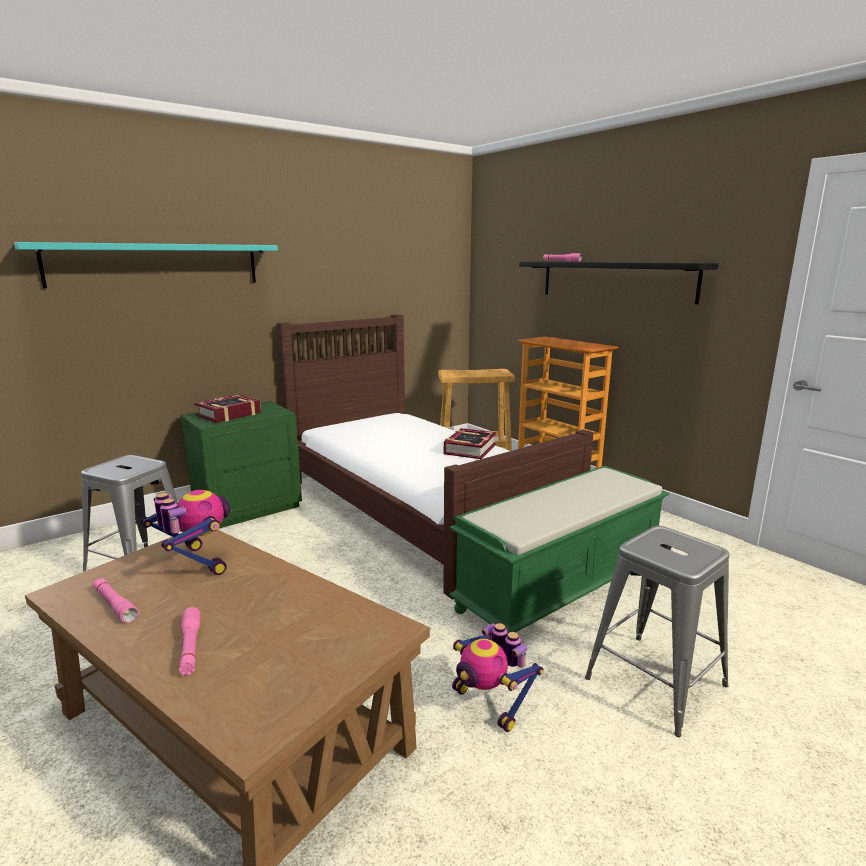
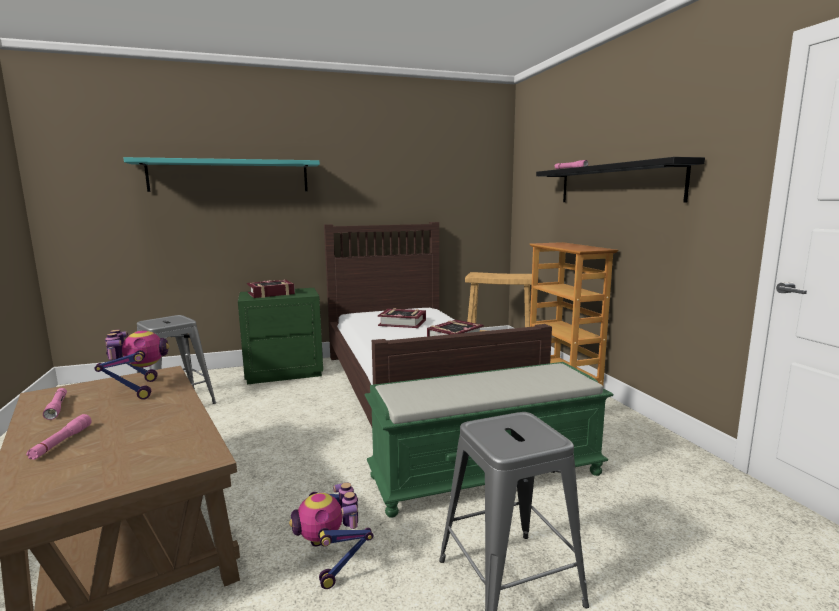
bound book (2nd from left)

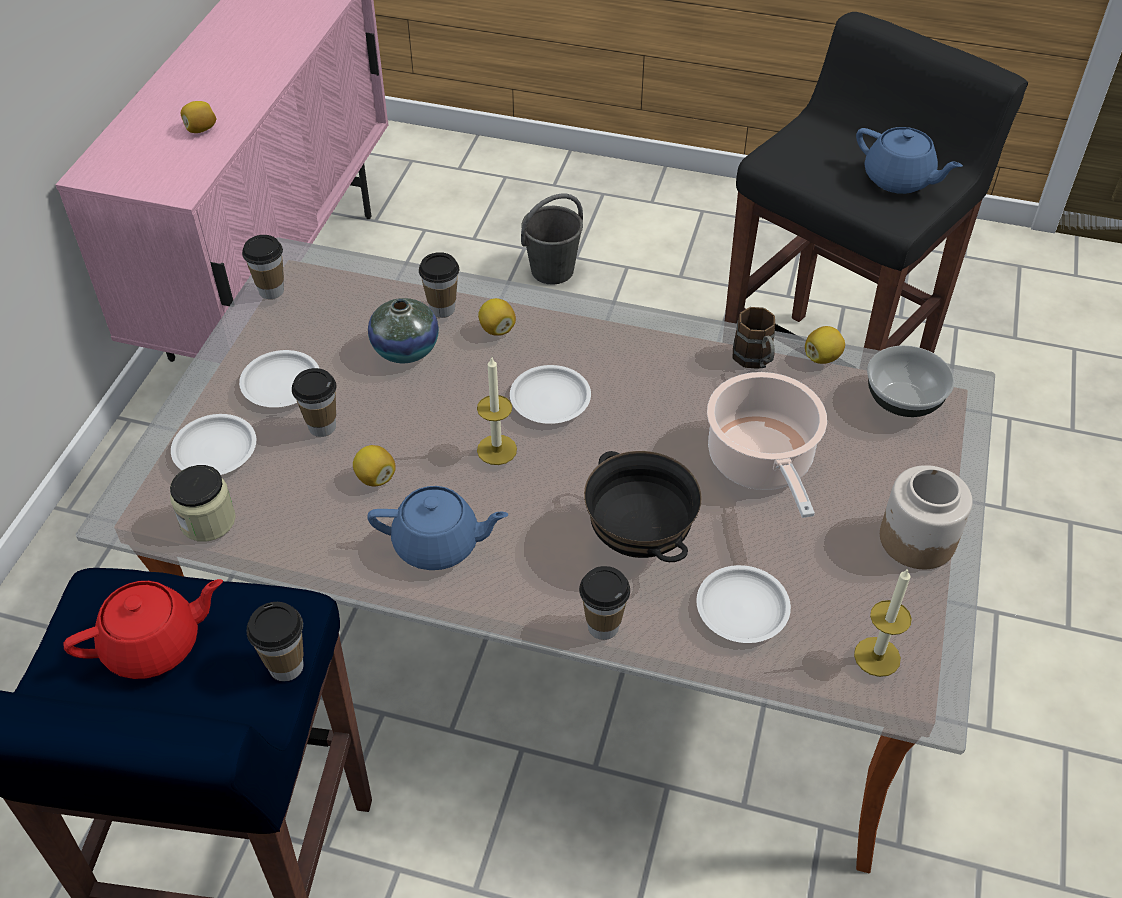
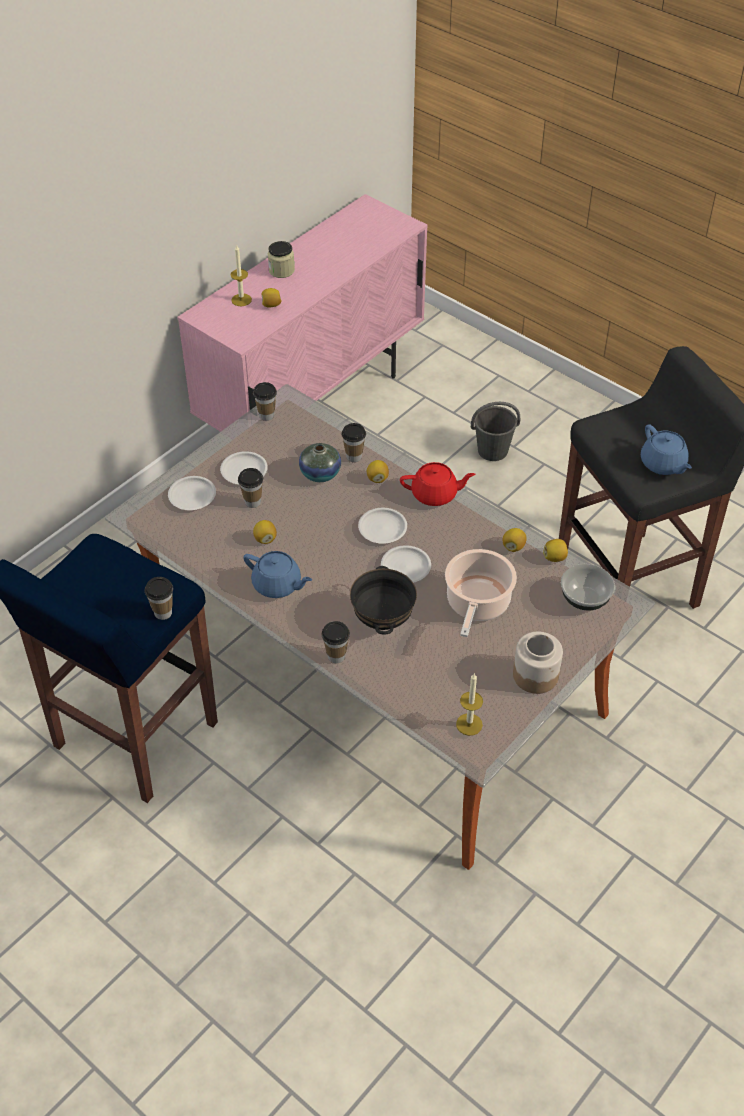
pot for tea/reddish
storage jar (1st from left)
wax light (1st from left)
plate/whitish (4th from left)
citrus fruit (4th from left)

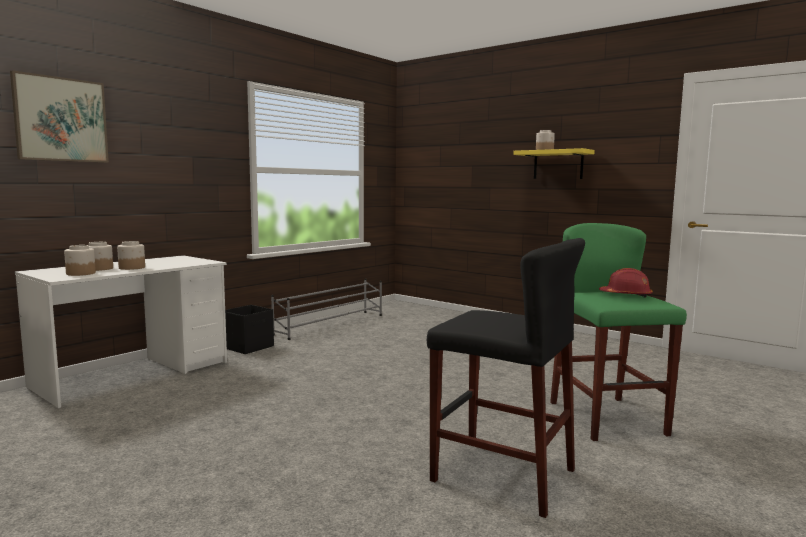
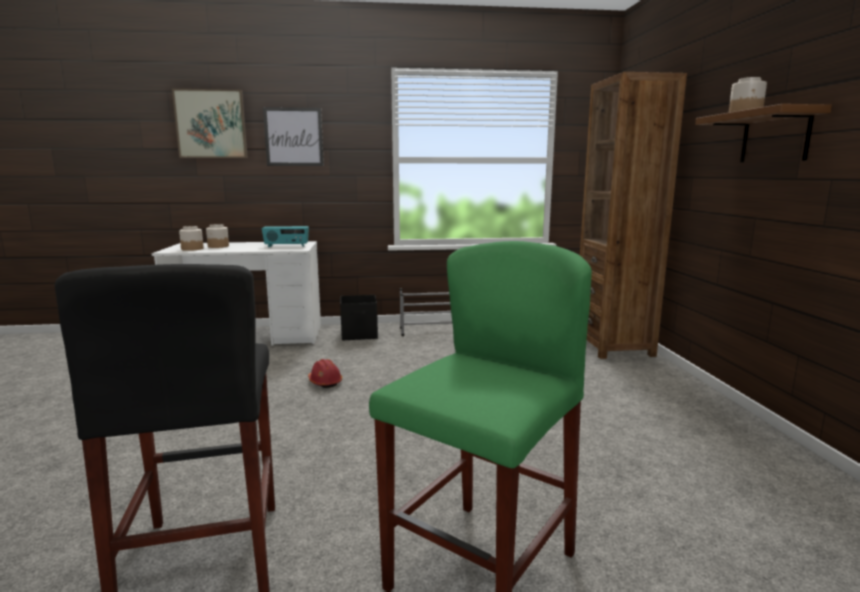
storage jar (3rd from left in the first image)
radio set
picture (2nd from left)
bookshelf/brown
hard hat/reddish
wall shelf/brown

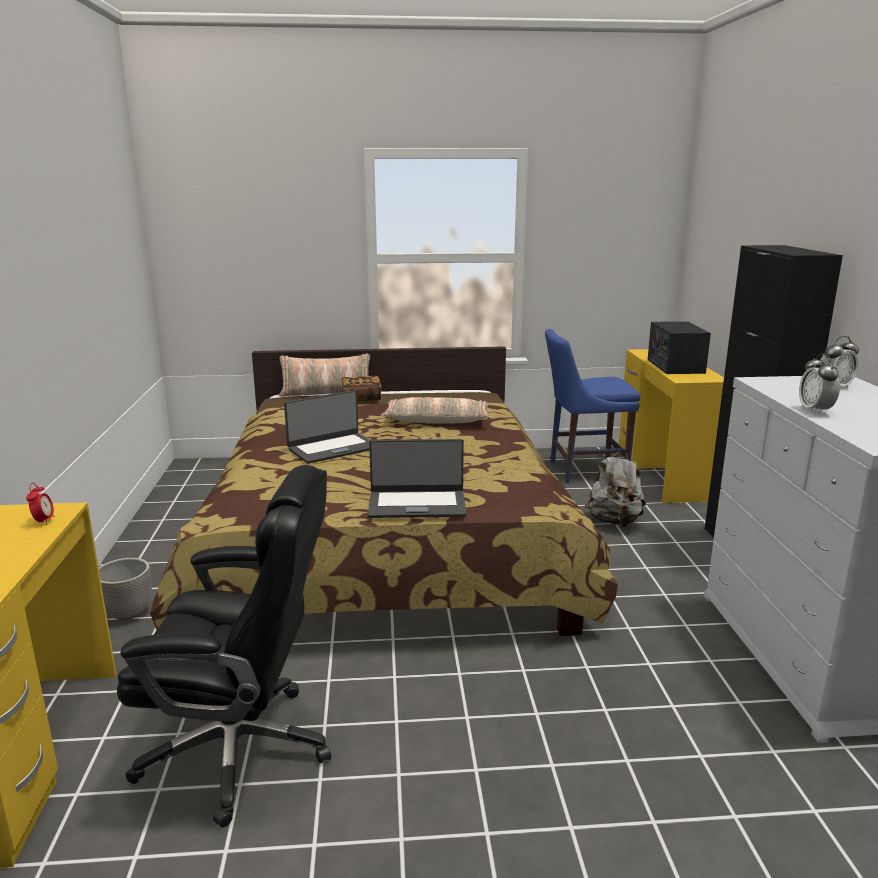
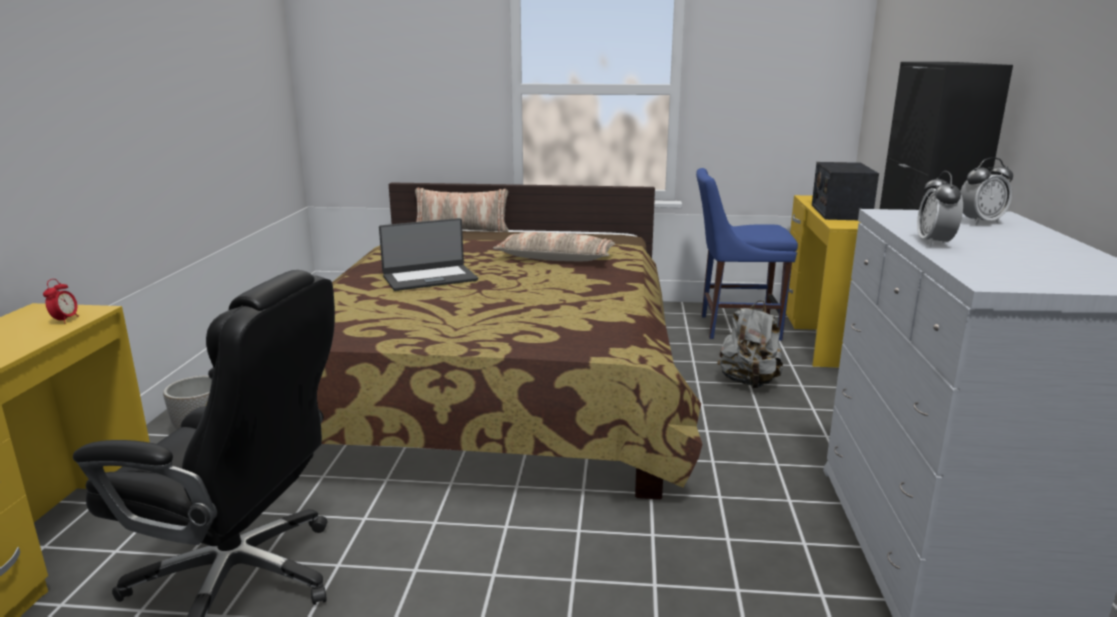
bound book
notebook computer (2nd from left in the first image)

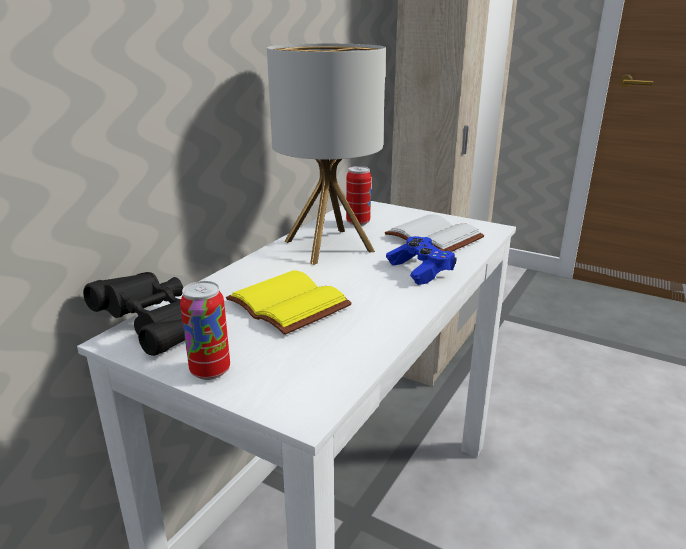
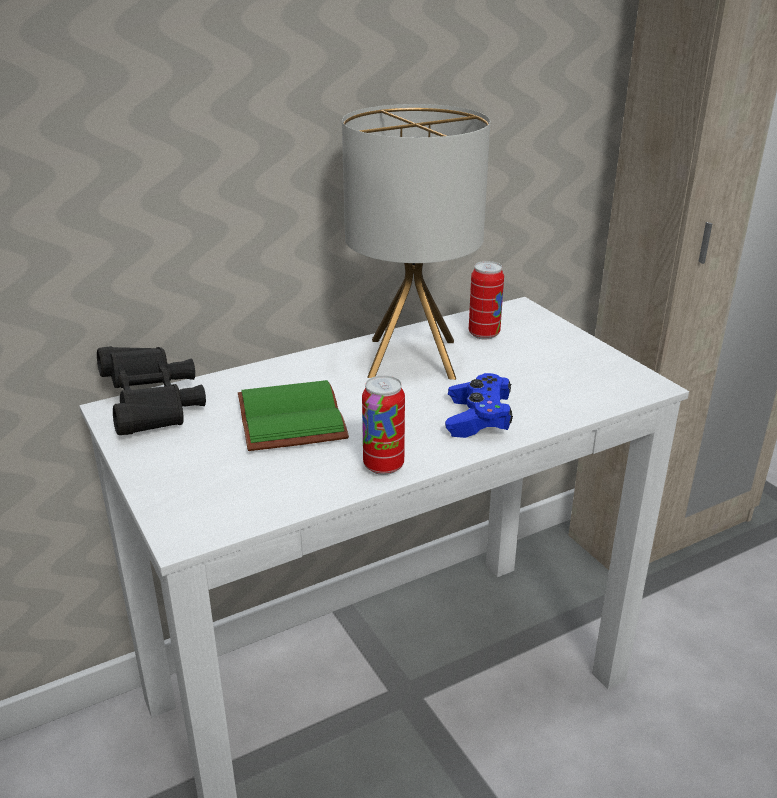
bound book/whitish
metal can (1st from left)
bound book/green-coloured

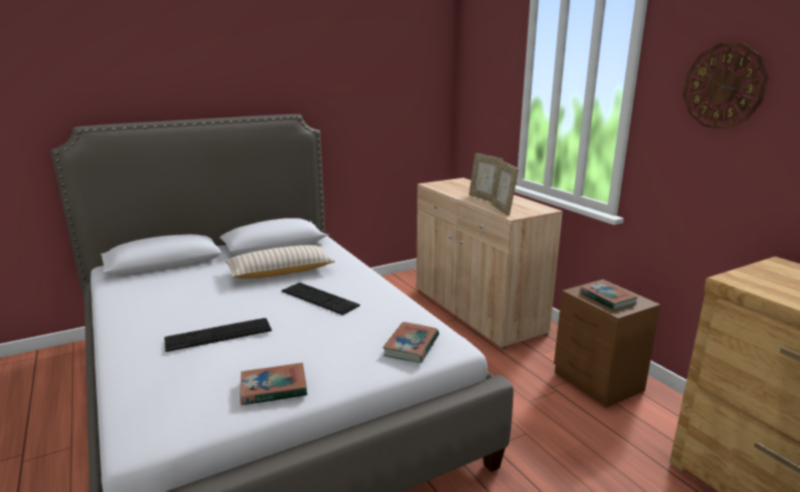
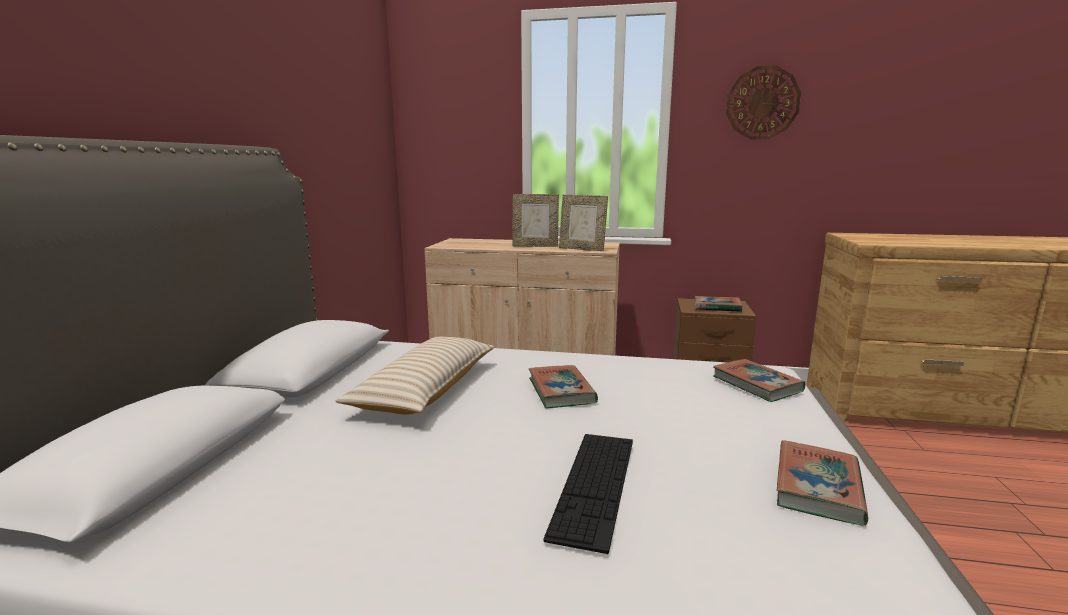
bound book (1st from left)

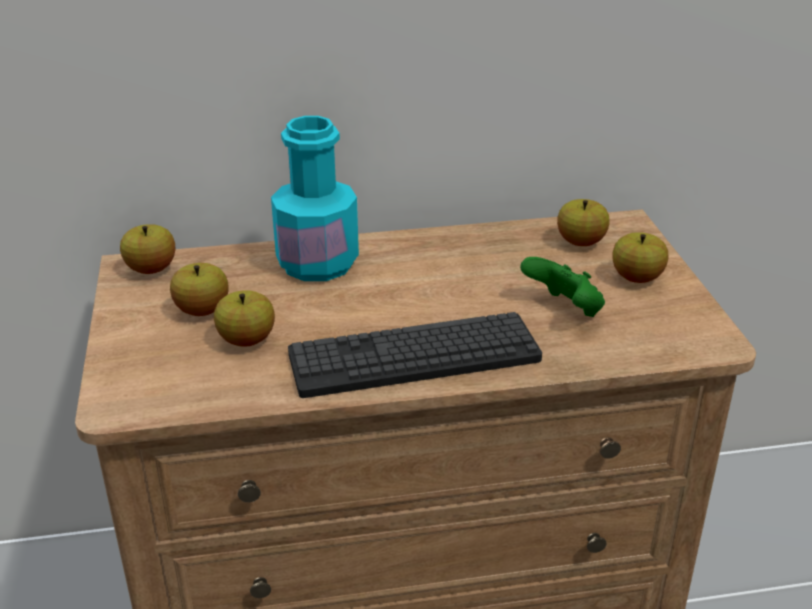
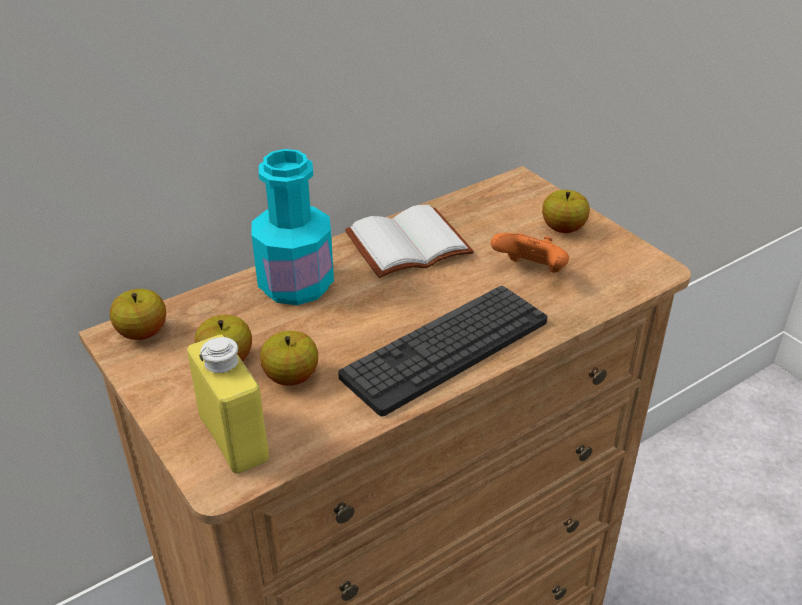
whole apple (4th from left in the first image)
bottle/yellow-coloured
bound book/whitish
gamepad/orange-coloured

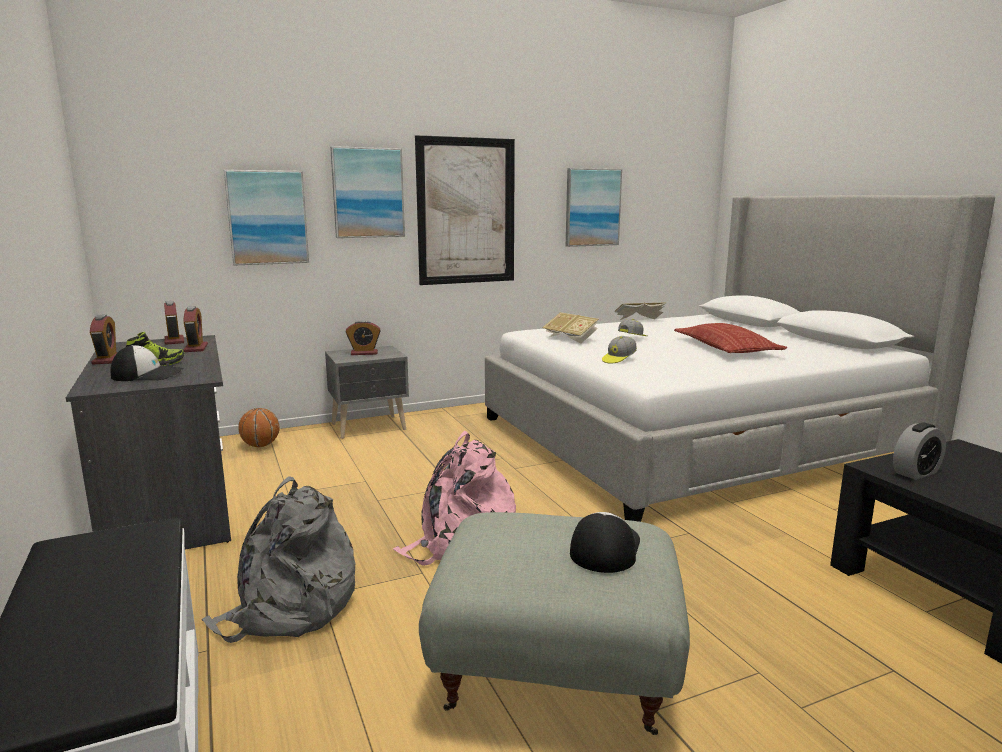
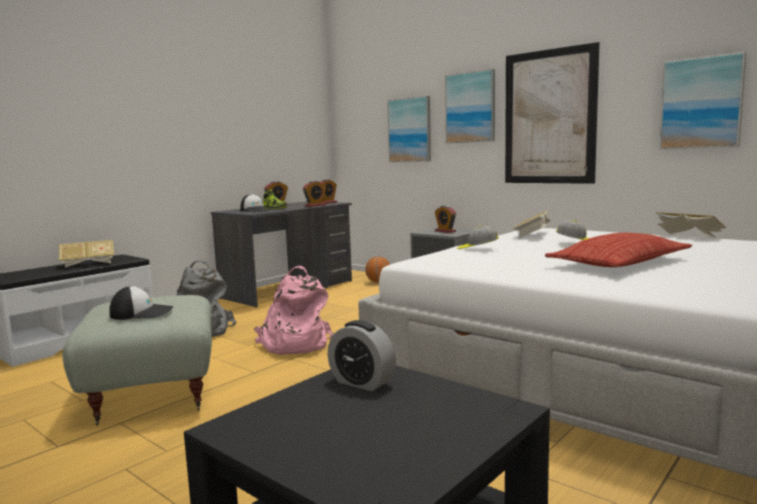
bound book (1st from left)

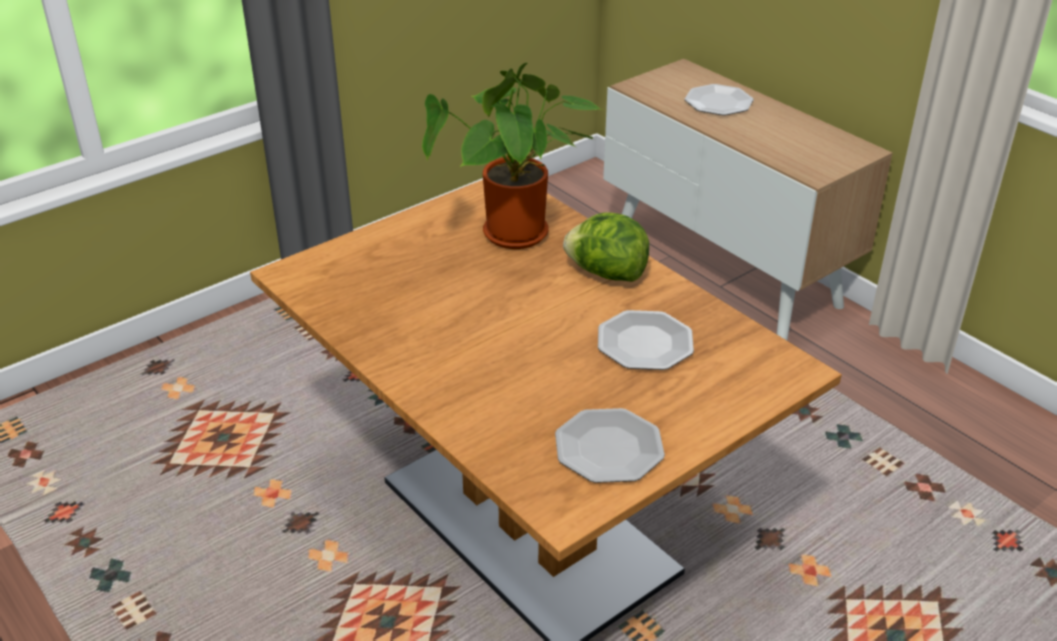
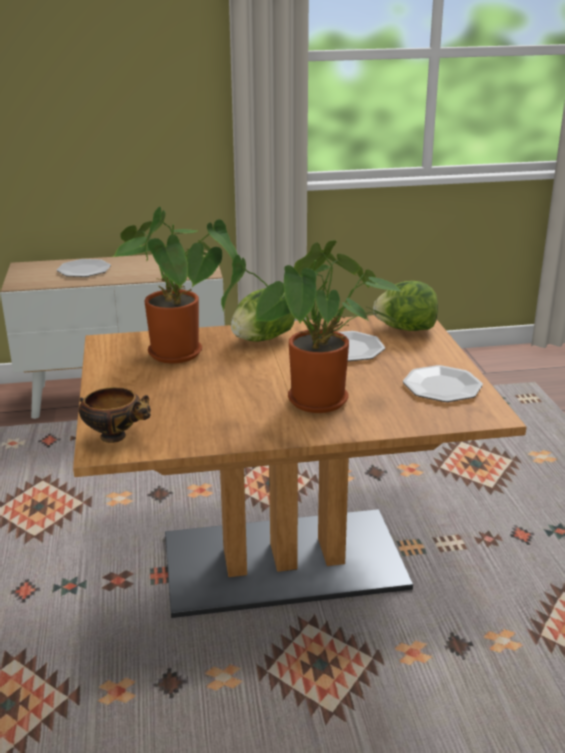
bowl
potted plant (2nd from left)
lettuce head (2nd from left)

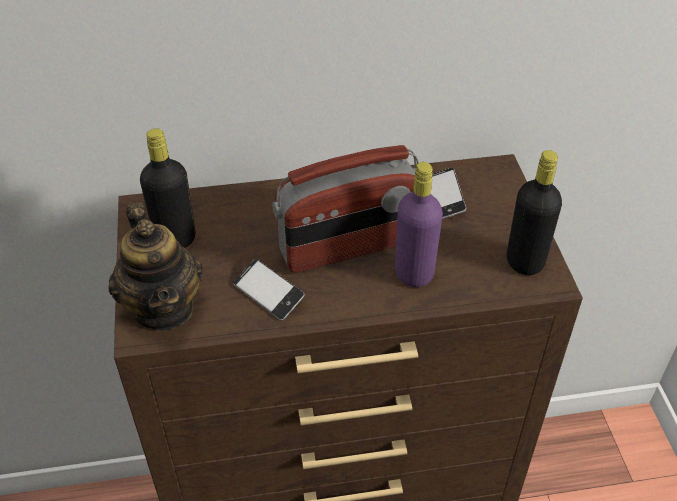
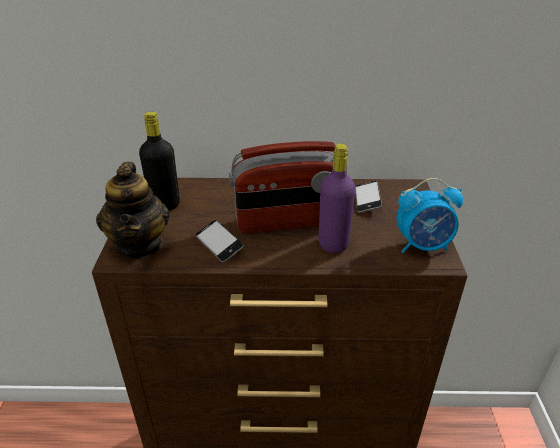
alarm clock

